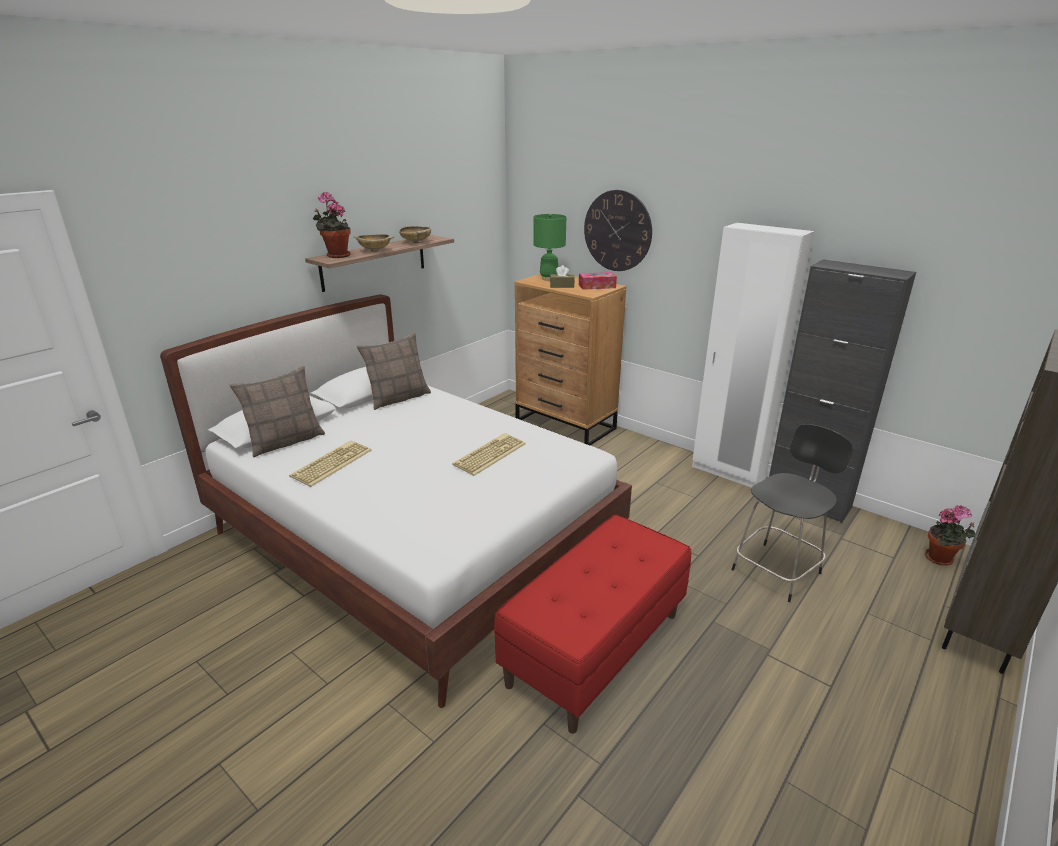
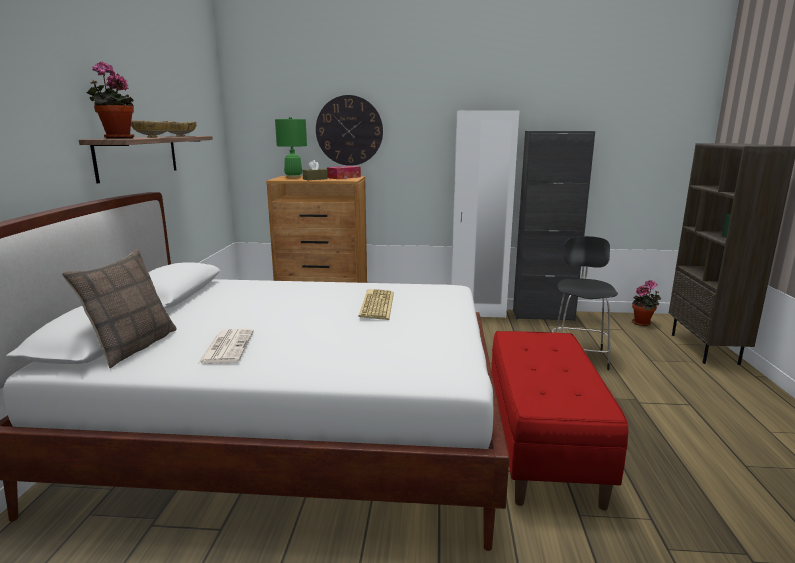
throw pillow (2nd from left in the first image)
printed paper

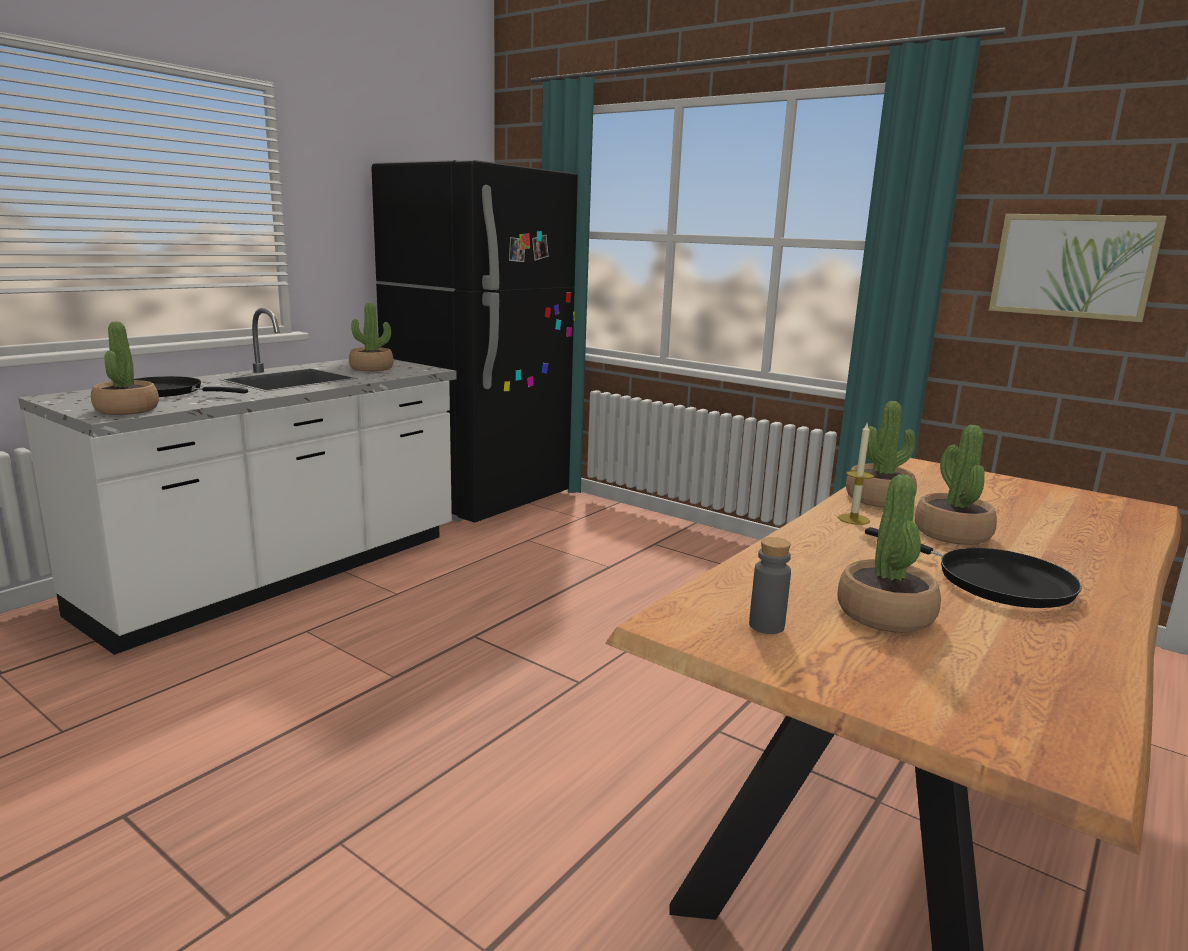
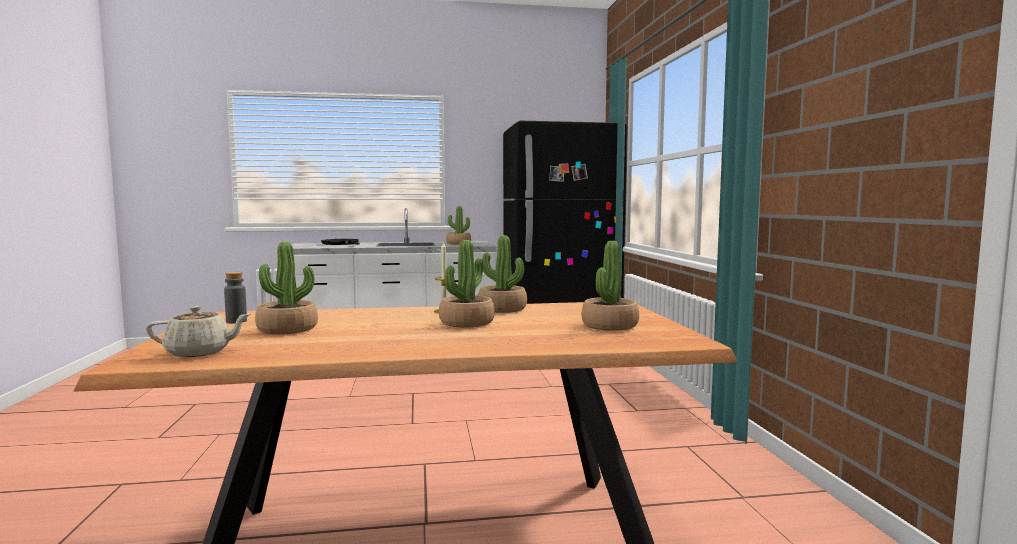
frying pan/black (2nd from left in the first image)
picture
pot for tea/beige-coloured
potted plant (5th from left)

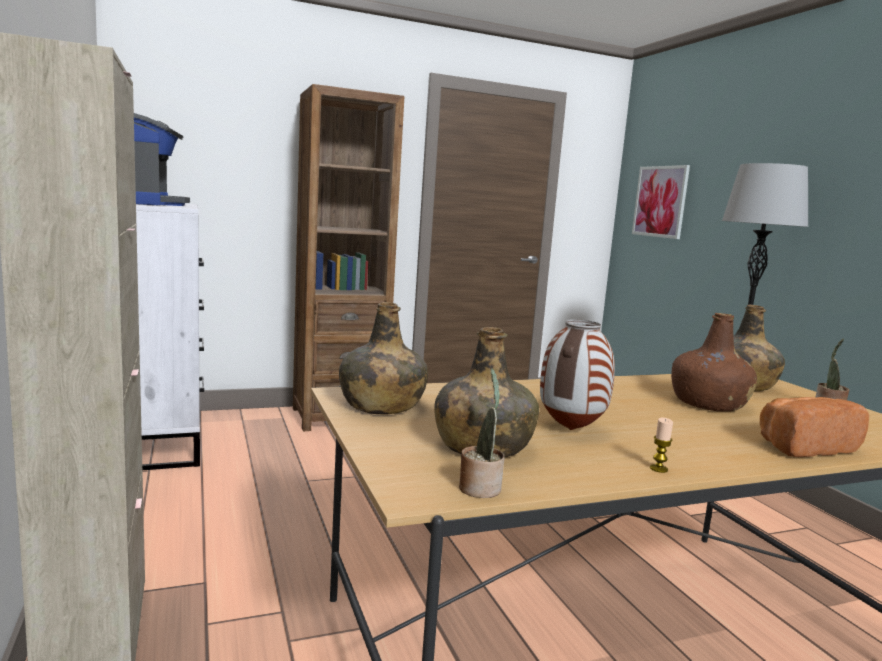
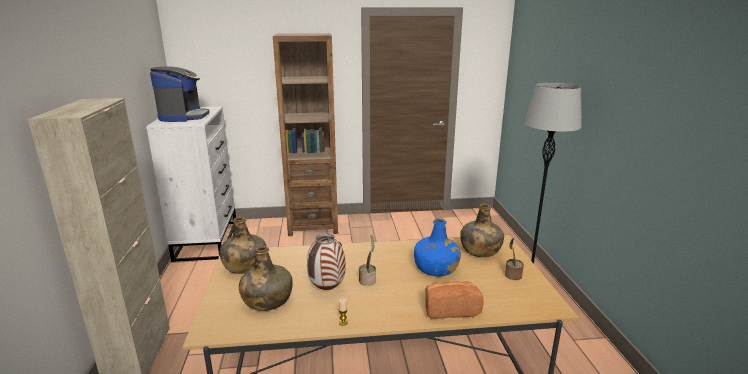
picture
potted plant (1st from left)
bottle/blue

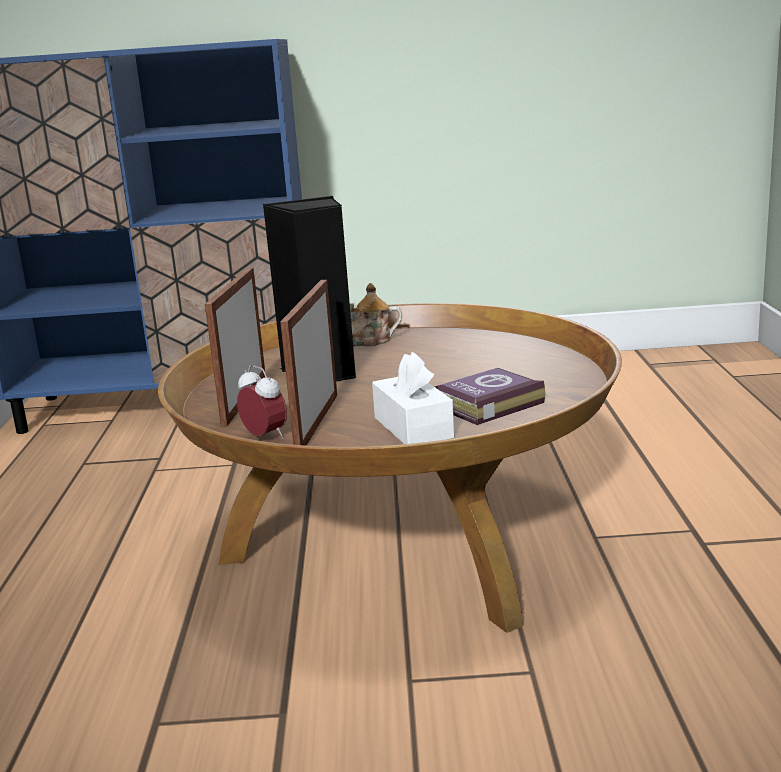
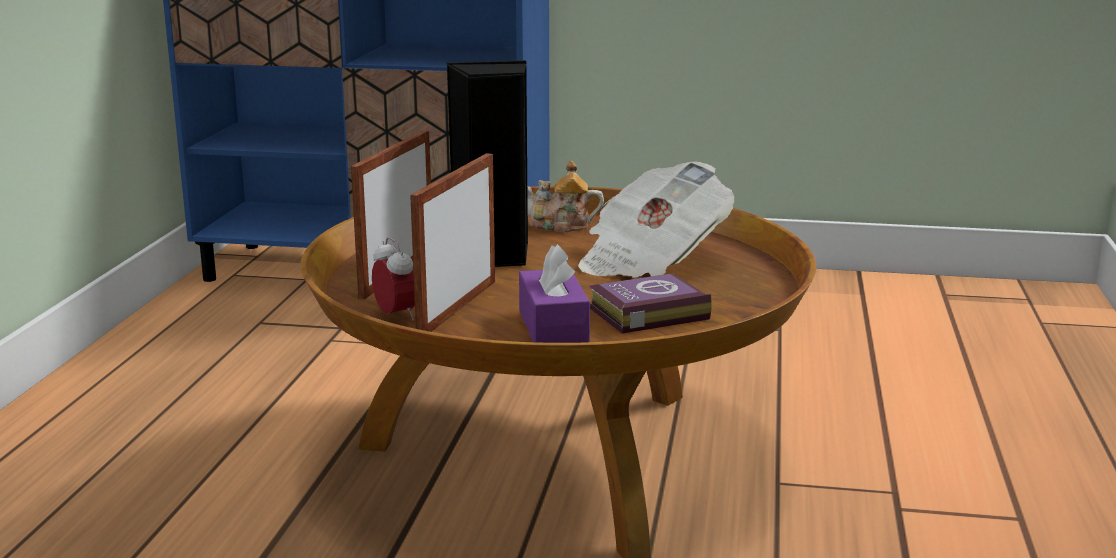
printed paper
box of tissues/purple-coloured

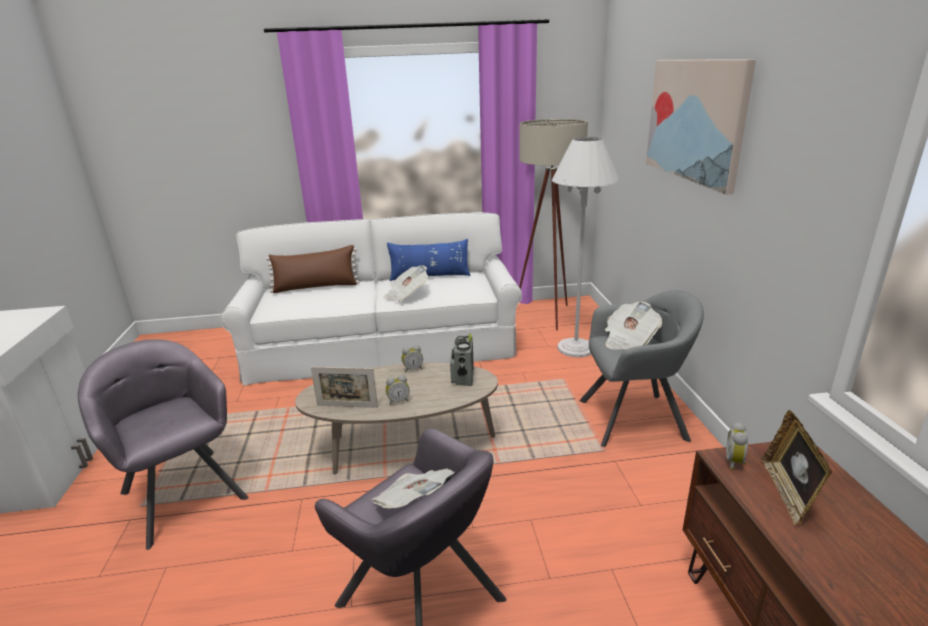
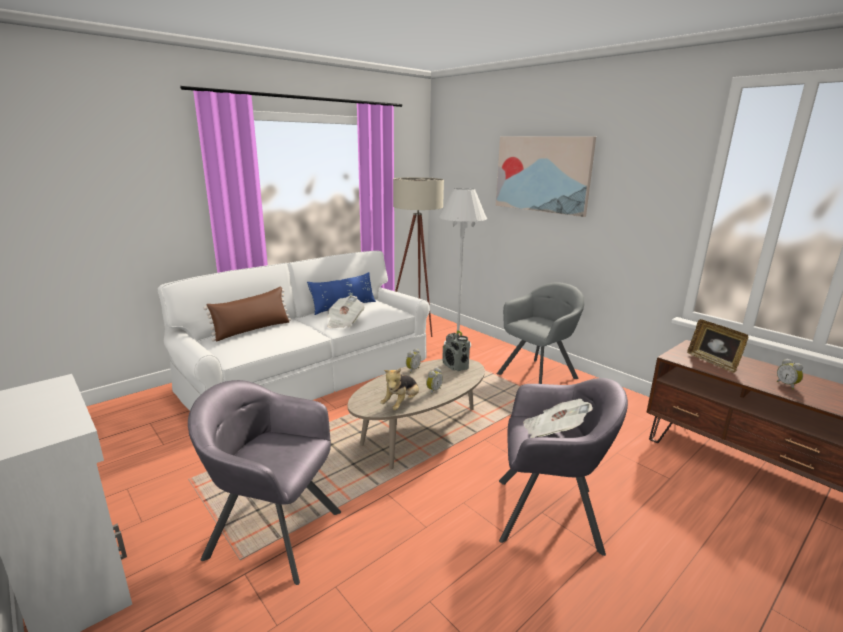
printed paper (3rd from left in the first image)
alarm clock (3rd from left)
plush toy

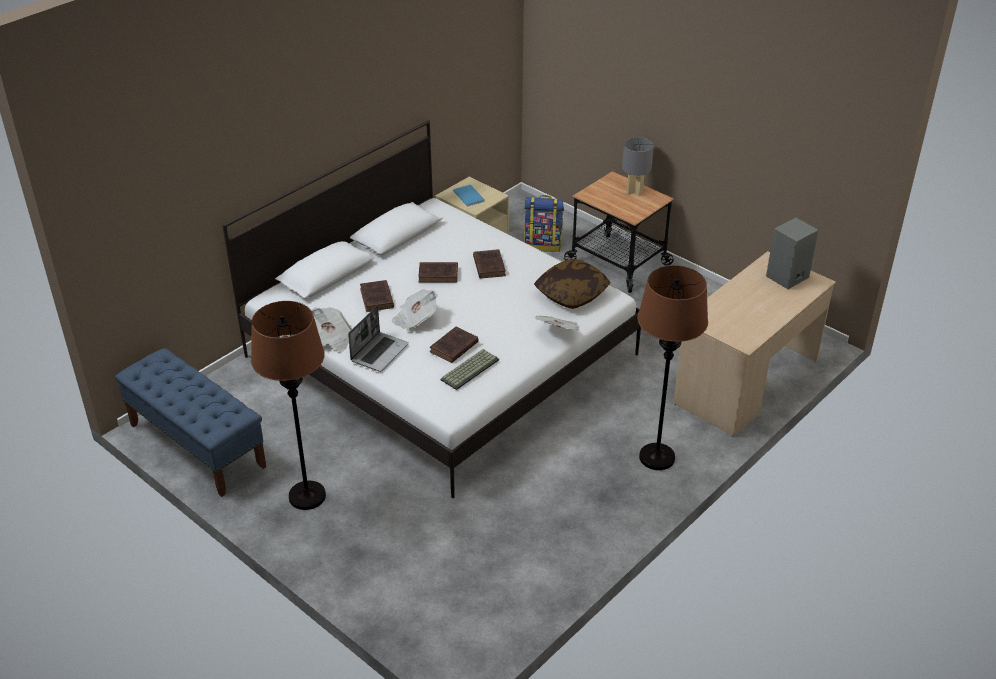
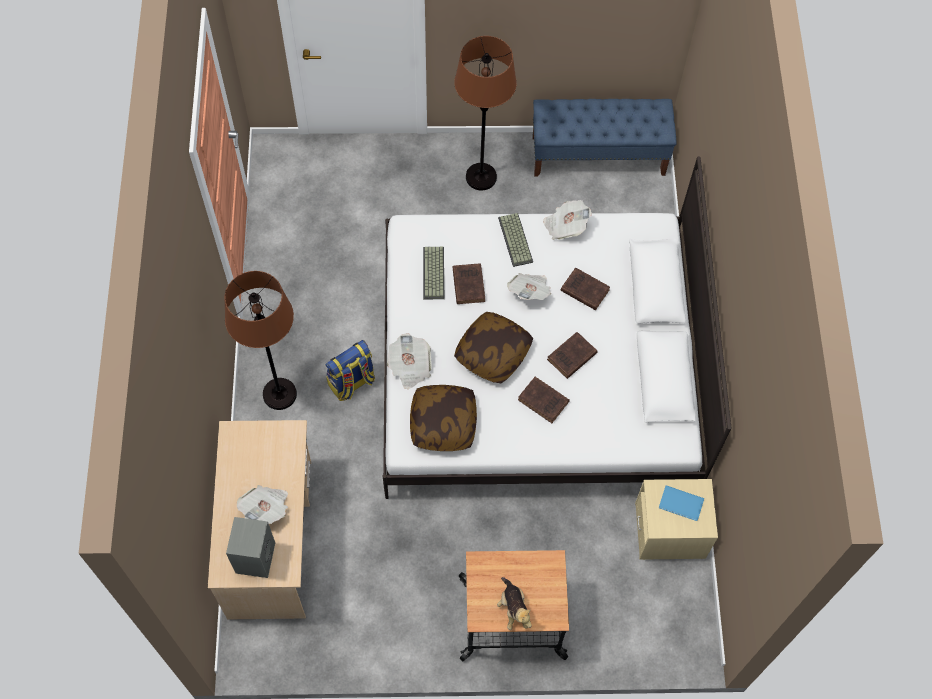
printed paper (1st from left)
throw pillow (2nd from left)
backpack
PC keyboard (2nd from left)
plush toy

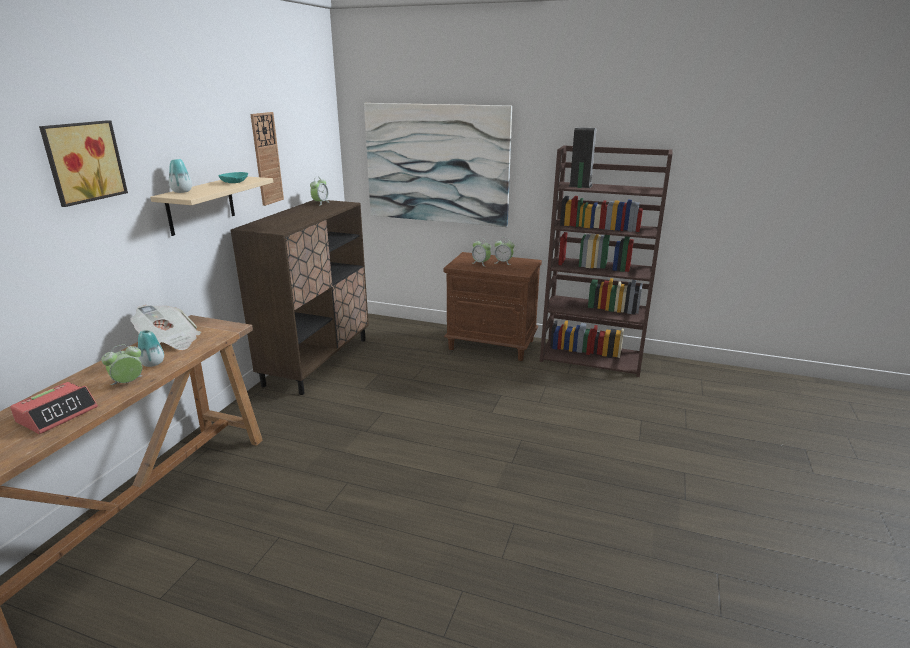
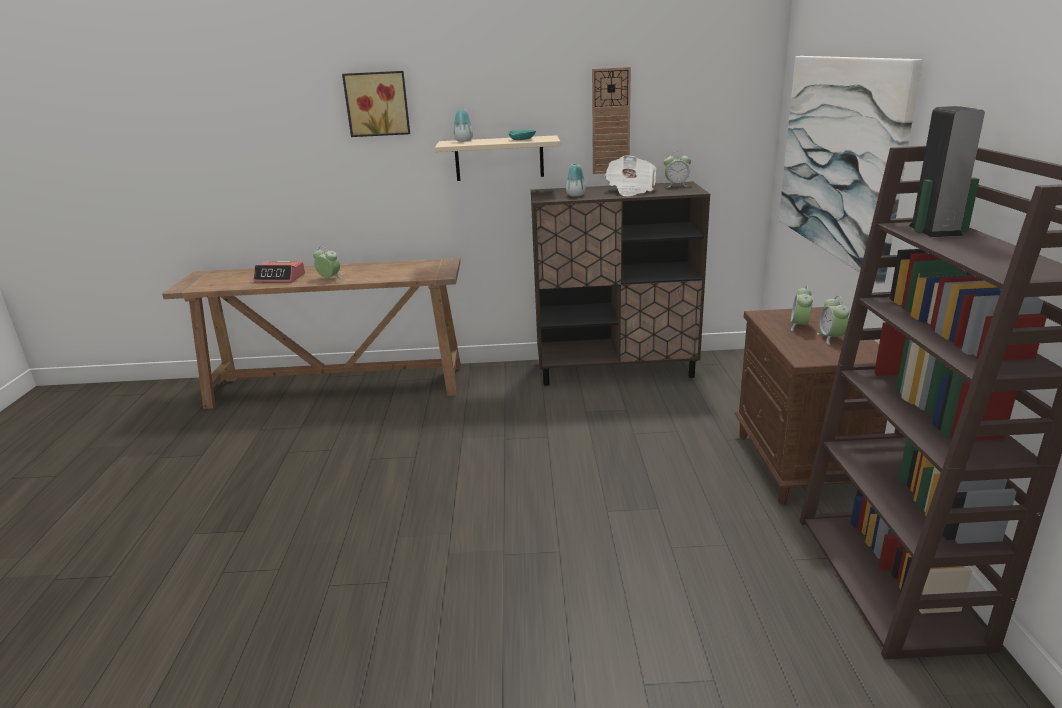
printed paper
vase (2nd from left)

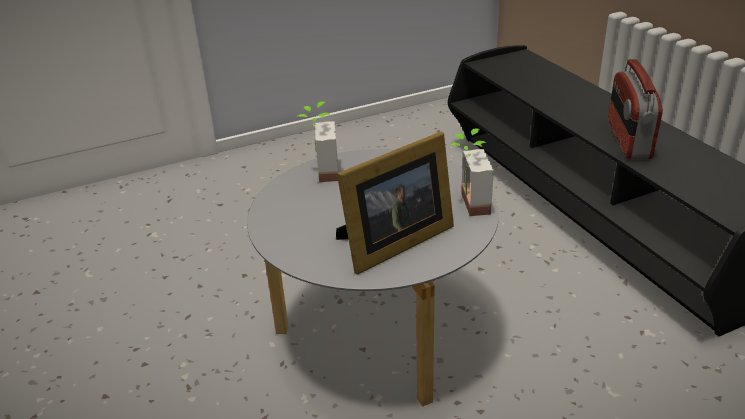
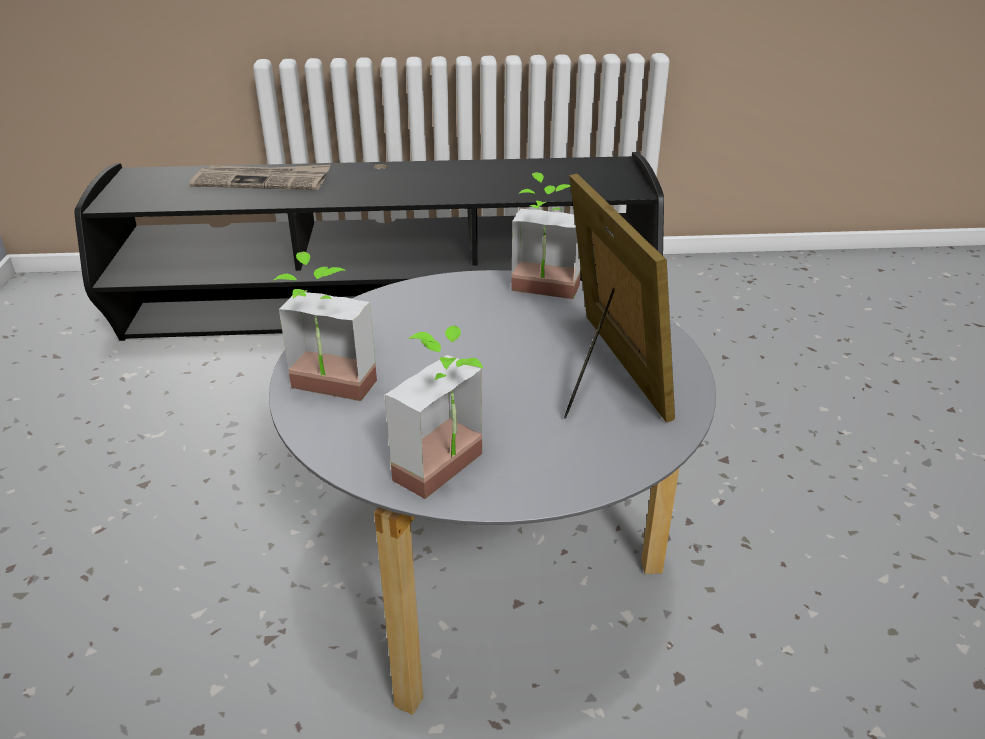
radio set
printed paper
potted plant (2nd from left)

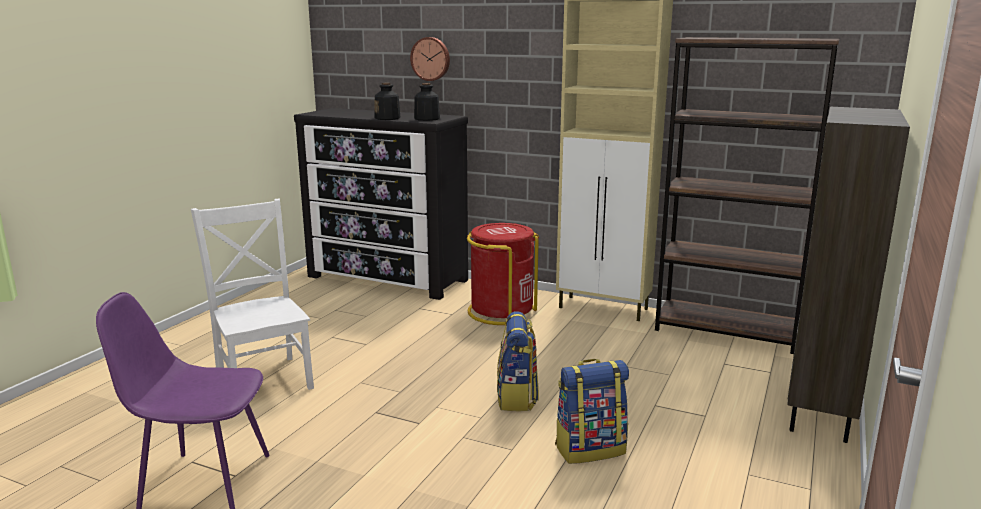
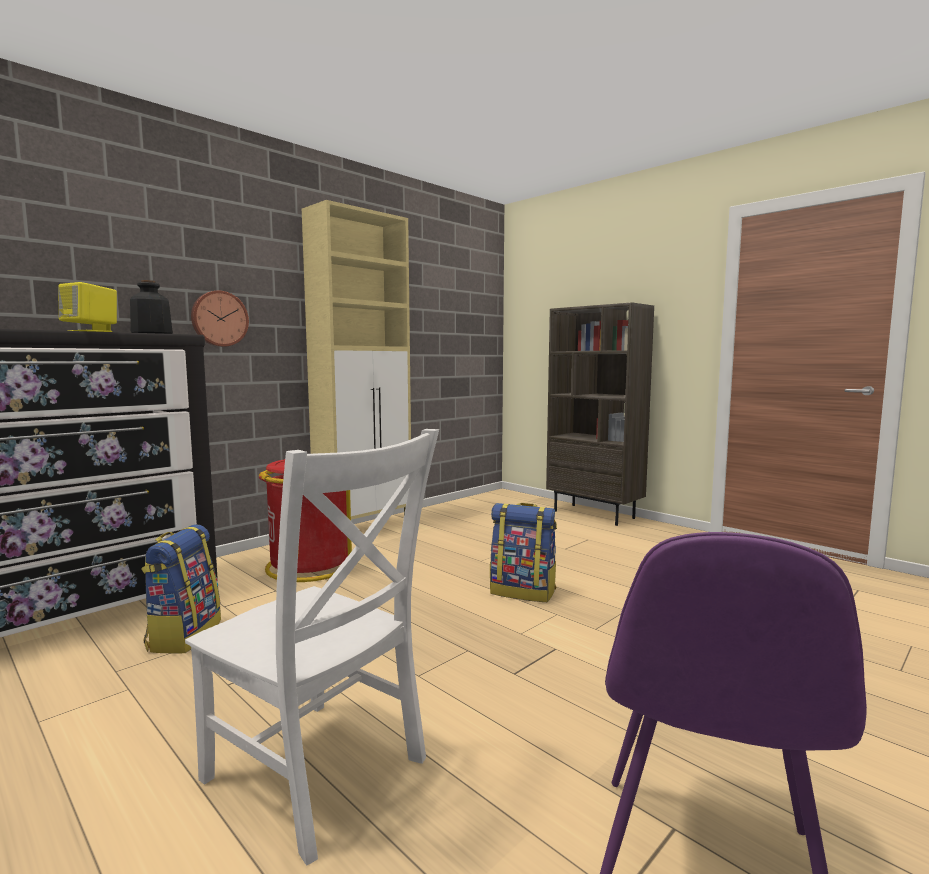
bookshelf/brown (1st from left in the first image)
wall clock
backpack (1st from left)
loudspeaker/yellow-coloured
plain chair/whitish

